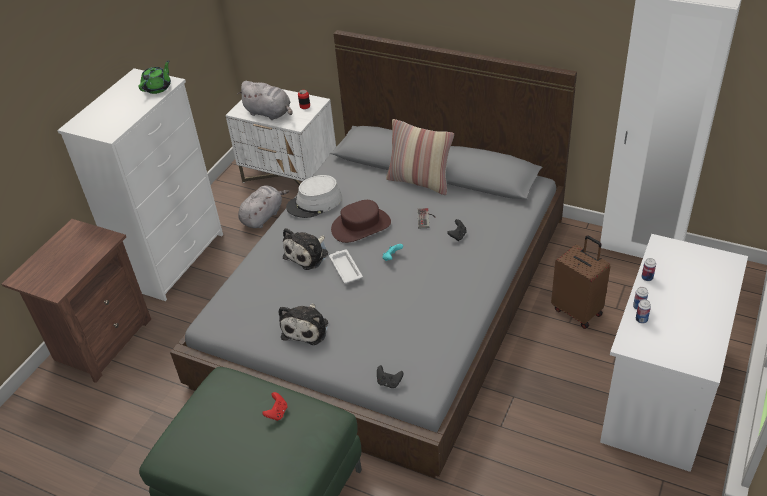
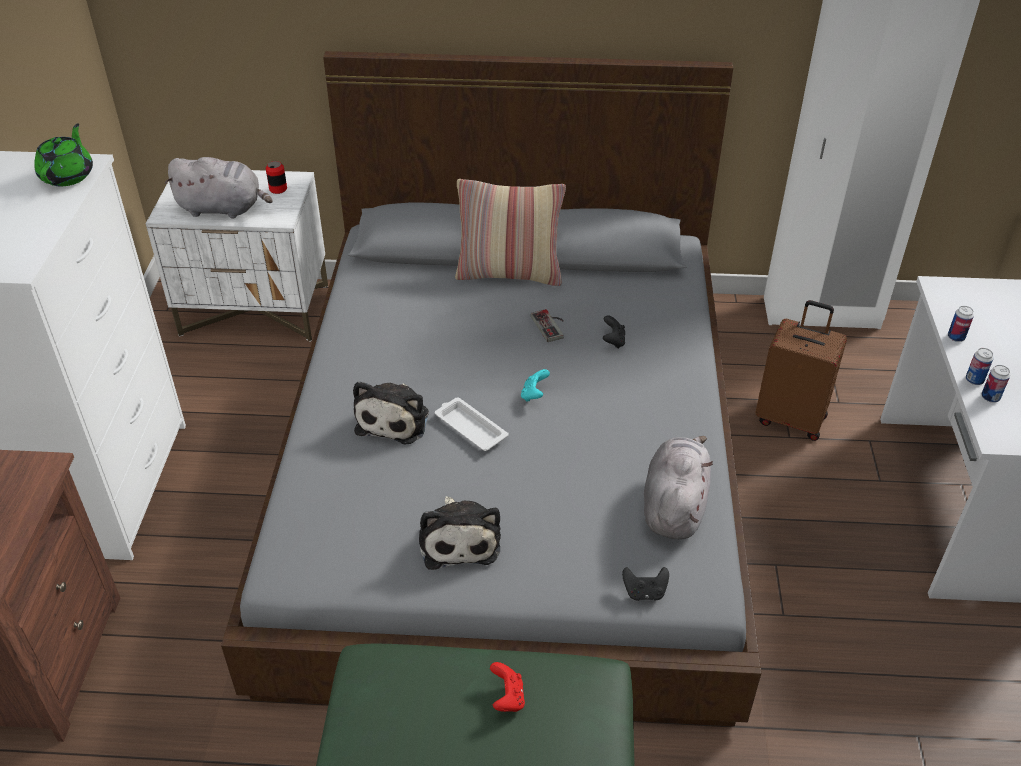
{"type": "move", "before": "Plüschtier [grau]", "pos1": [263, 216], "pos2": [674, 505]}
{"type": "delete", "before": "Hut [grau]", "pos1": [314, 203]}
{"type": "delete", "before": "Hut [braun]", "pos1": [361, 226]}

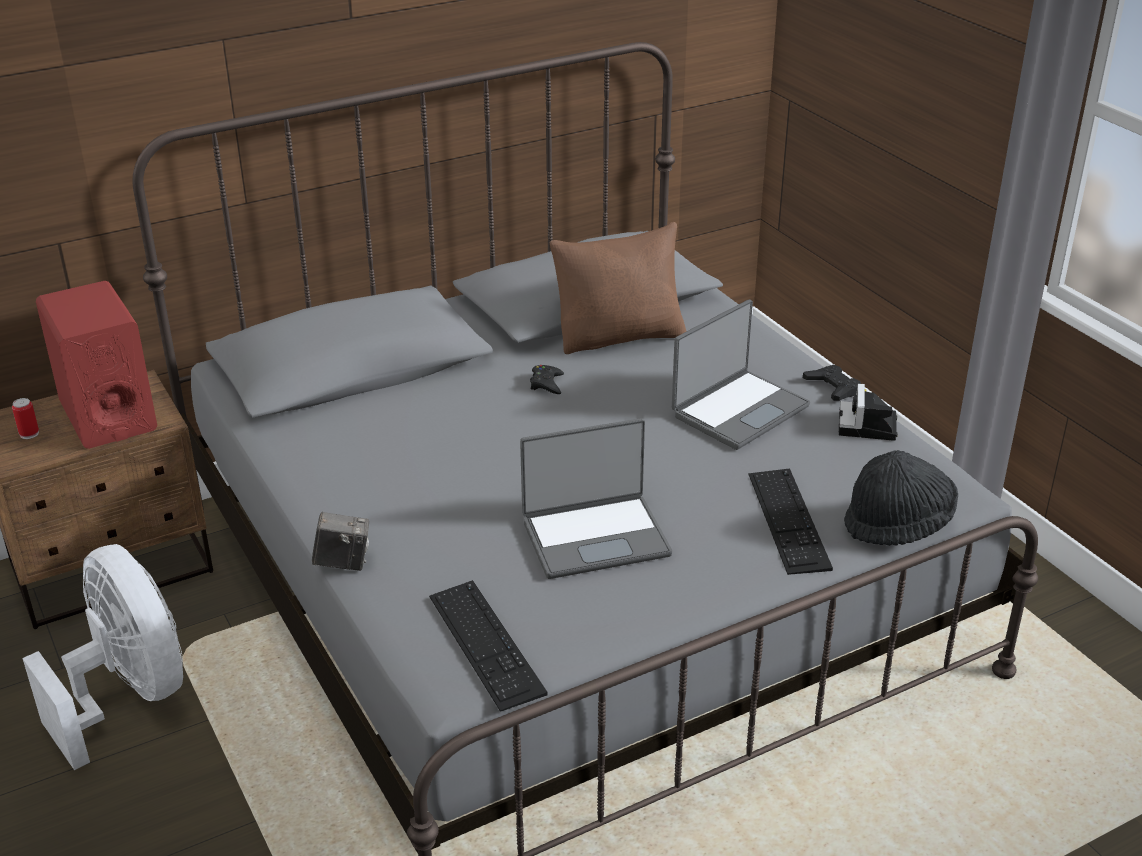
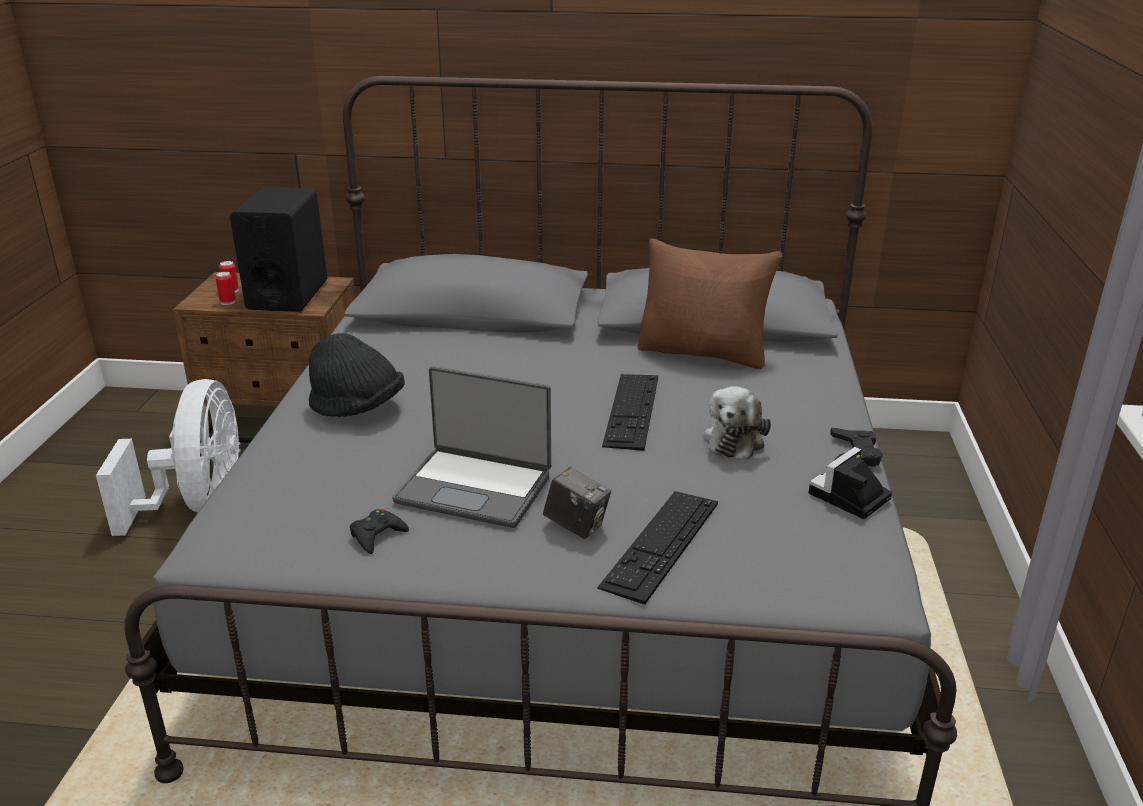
{"type": "insert", "after": "Dose", "pos2": [228, 302]}
{"type": "recolor", "before": "Lautsprecher [rot]", "after": "Lautsprecher [schwarz]", "pos1": [108, 415], "pos2": [287, 295]}
{"type": "move", "before": "Hut [schwarz]", "pos1": [898, 524], "pos2": [358, 408]}
{"type": "move", "before": "Gamepad [schwarz]", "pos1": [546, 383], "pos2": [377, 535]}
{"type": "move", "before": "Kamera", "pos1": [343, 562], "pos2": [576, 525]}
{"type": "move", "before": "Tastatur", "pos1": [485, 644], "pos2": [631, 410]}
{"type": "replace", "before": "Laptop", "after": "Plüschtier", "pos1": [738, 410], "pos2": [735, 439]}

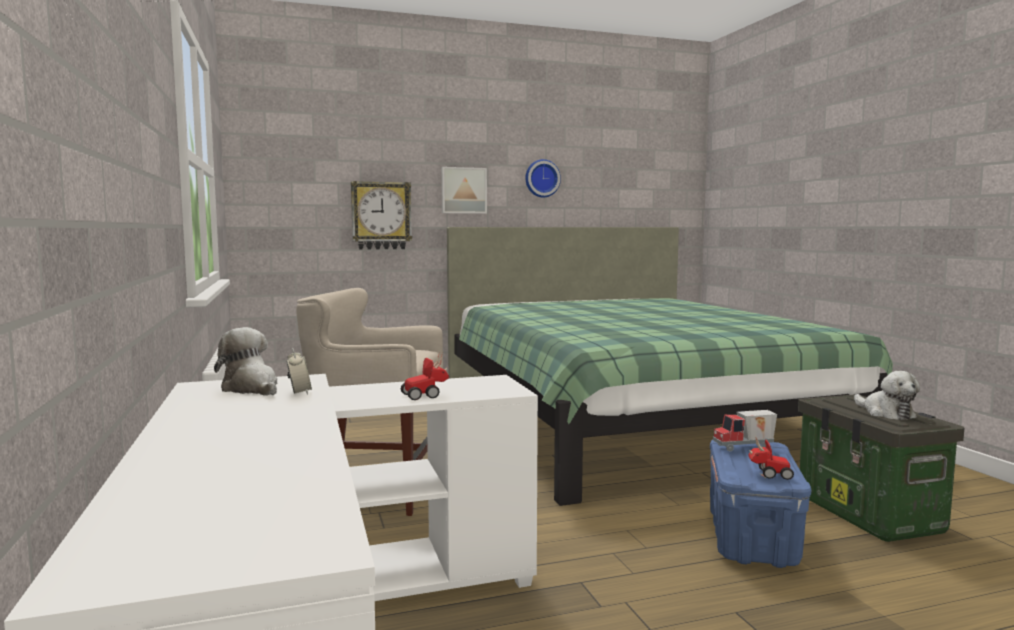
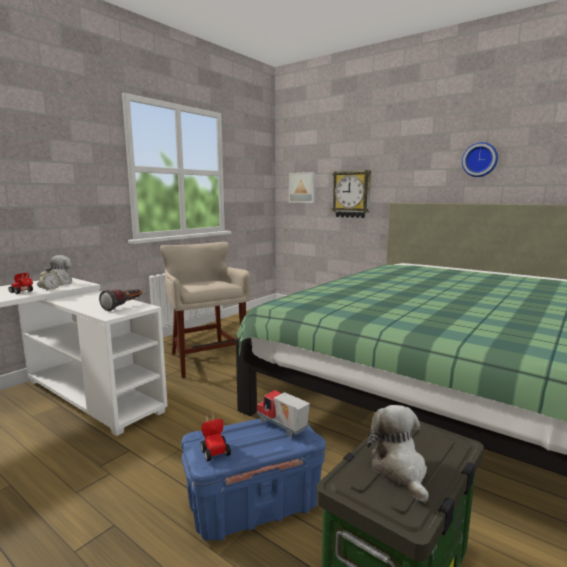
{"type": "move", "before": "Spielzeugauto", "pos1": [426, 395], "pos2": [23, 292]}
{"type": "insert", "after": "Taschenlampe", "pos2": [124, 306]}
{"type": "move", "before": "Bild", "pos1": [463, 190], "pos2": [302, 187]}
{"type": "rotate", "before": "Plüschtier", "pos1": [886, 413], "pos2": [400, 470], "turn": 135}

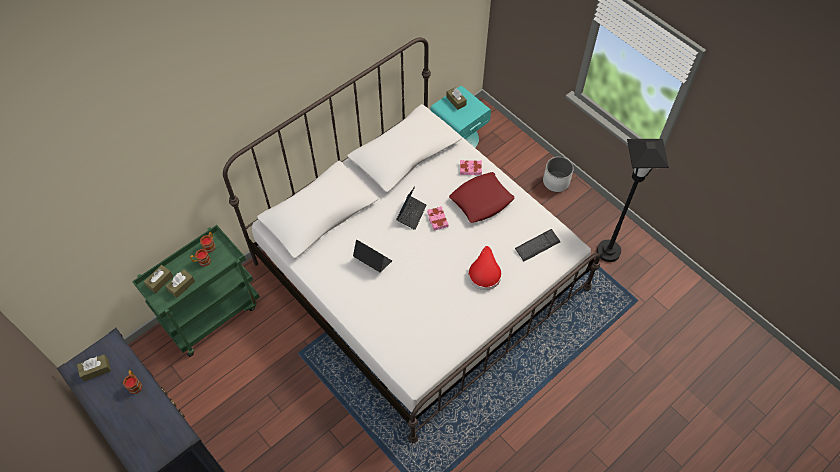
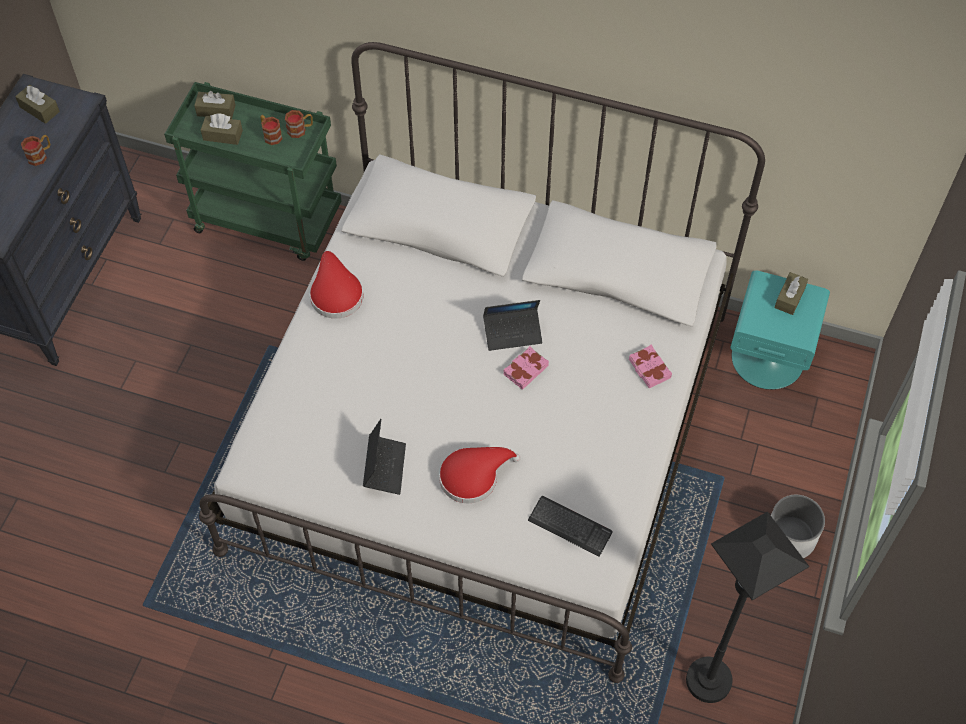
{"type": "insert", "after": "Hut [rot]", "pos2": [335, 293]}
{"type": "move", "before": "Laptop", "pos1": [372, 260], "pos2": [384, 467]}
{"type": "delete", "before": "Kissen [rot]", "pos1": [481, 200]}

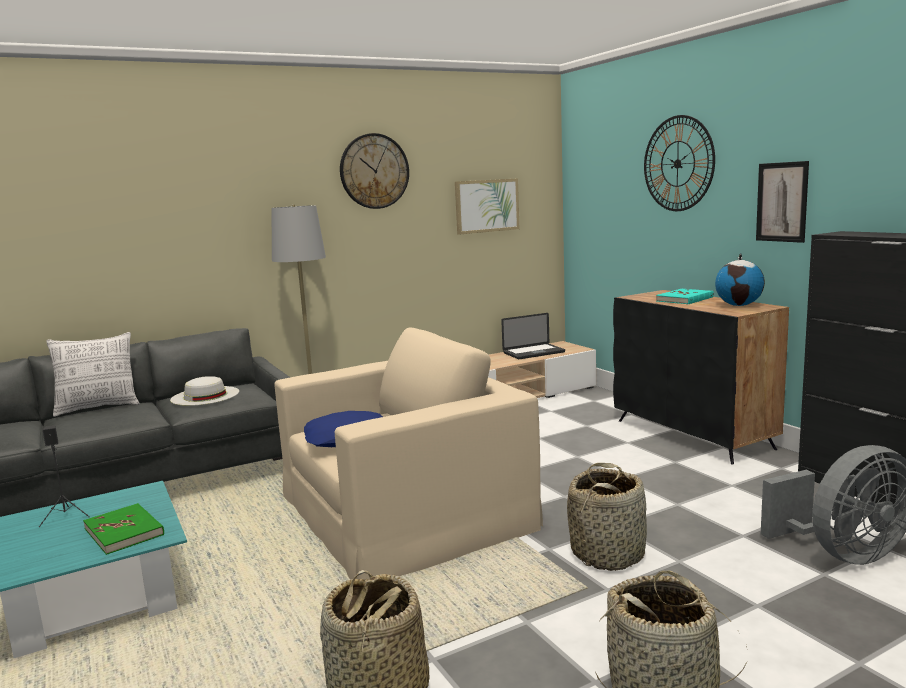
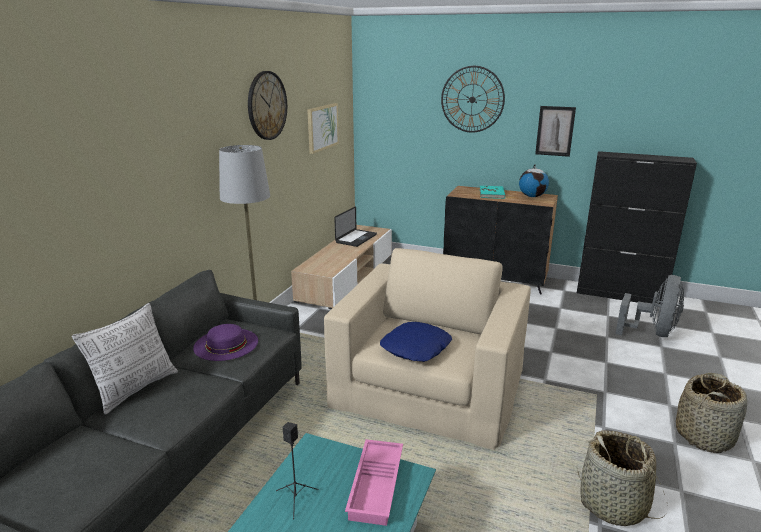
{"type": "recolor", "before": "Hut [weiß]", "after": "Hut [lila]", "pos1": [205, 395], "pos2": [226, 344]}
{"type": "replace", "before": "Buch [grün]", "after": "Tablett [rosa]", "pos1": [124, 531], "pos2": [377, 486]}
{"type": "delete", "before": "Korb", "pos1": [608, 553]}

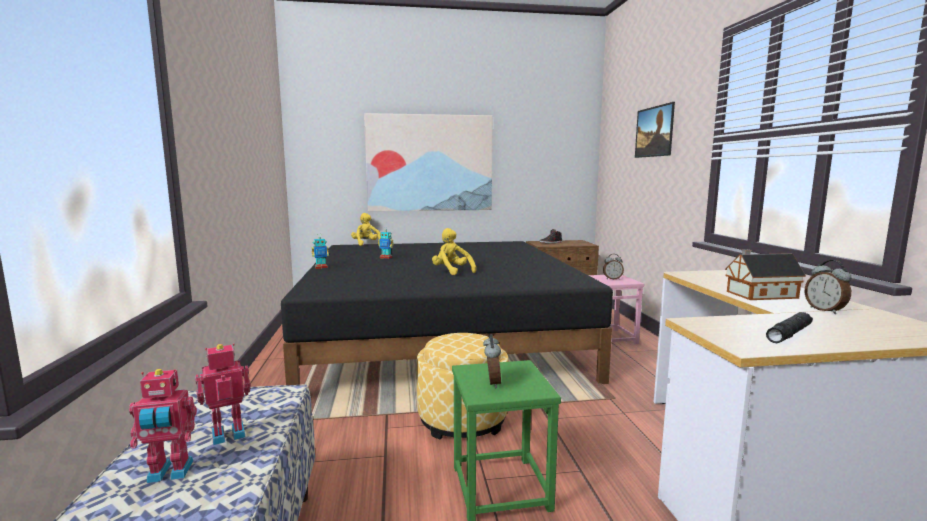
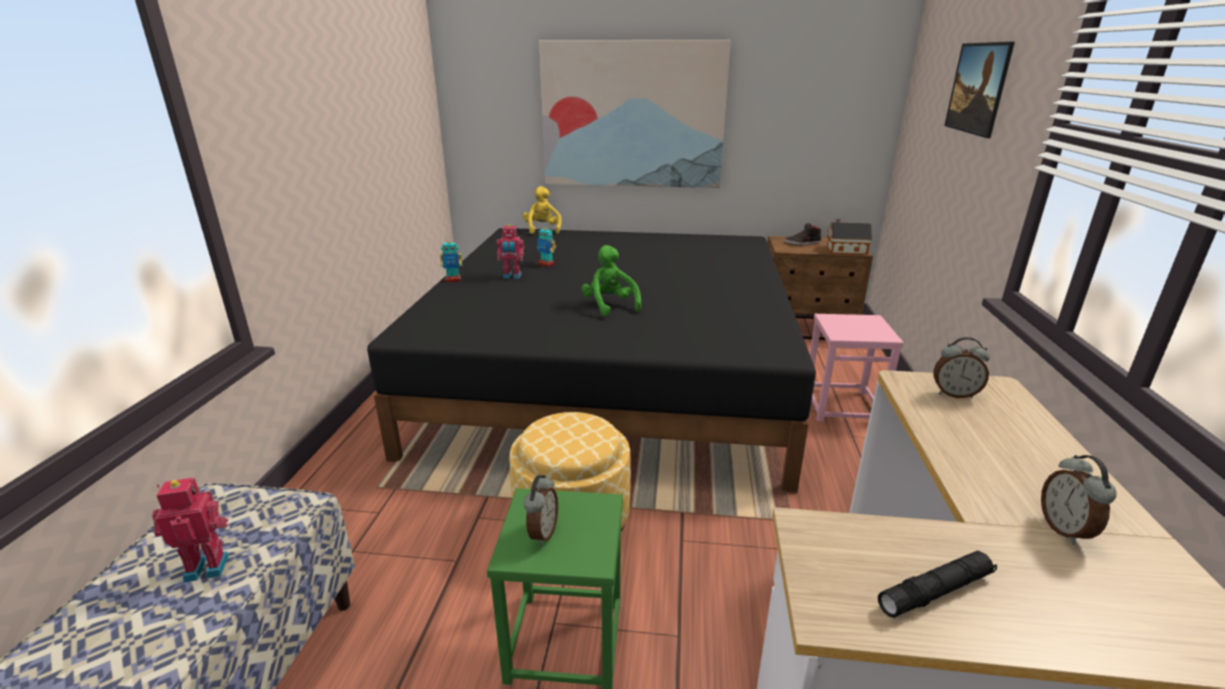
{"type": "move", "before": "Spielzeugroboter", "pos1": [169, 473], "pos2": [512, 276]}
{"type": "recolor", "before": "Plüschtier [gelb]", "after": "Plüschtier [grün]", "pos1": [452, 272], "pos2": [610, 306]}
{"type": "move", "before": "Spielzeughaus", "pos1": [758, 294], "pos2": [845, 250]}
{"type": "move", "before": "Wecker", "pos1": [612, 279], "pos2": [954, 394]}

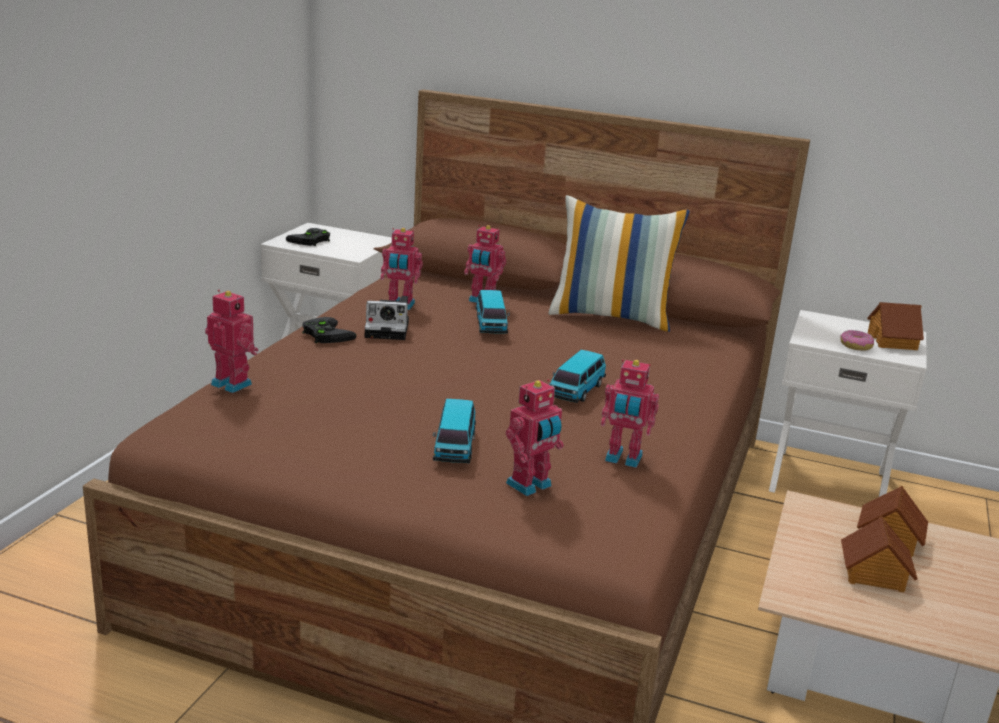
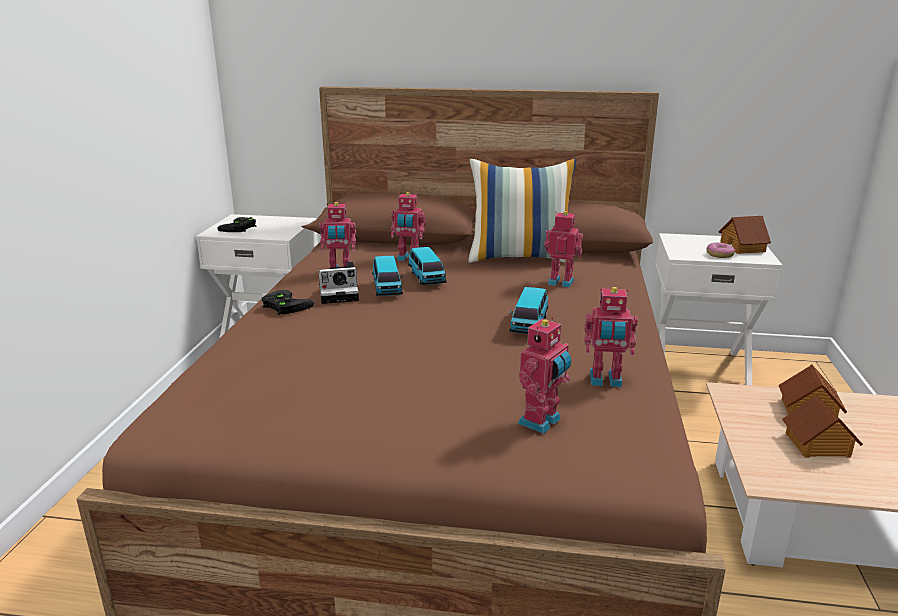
{"type": "move", "before": "Spielzeugauto", "pos1": [454, 447], "pos2": [387, 288]}
{"type": "move", "before": "Spielzeugroboter", "pos1": [233, 383], "pos2": [561, 281]}

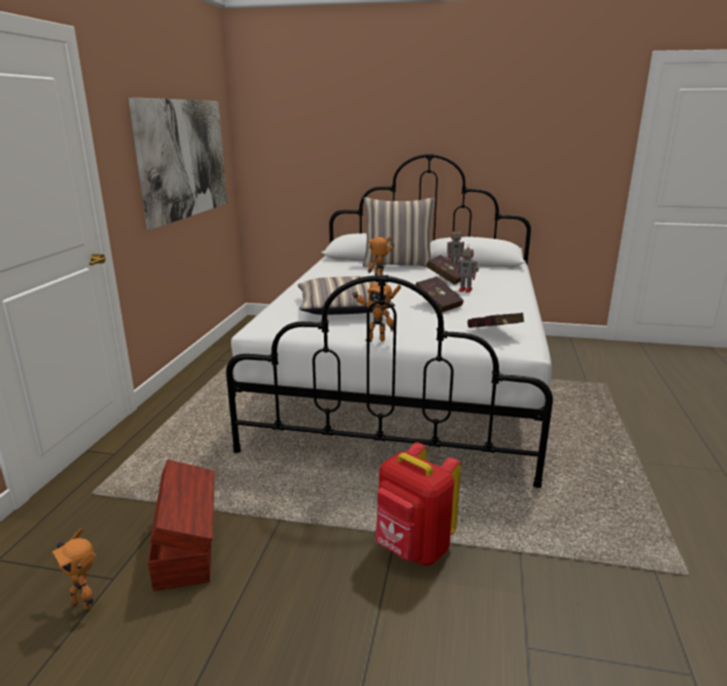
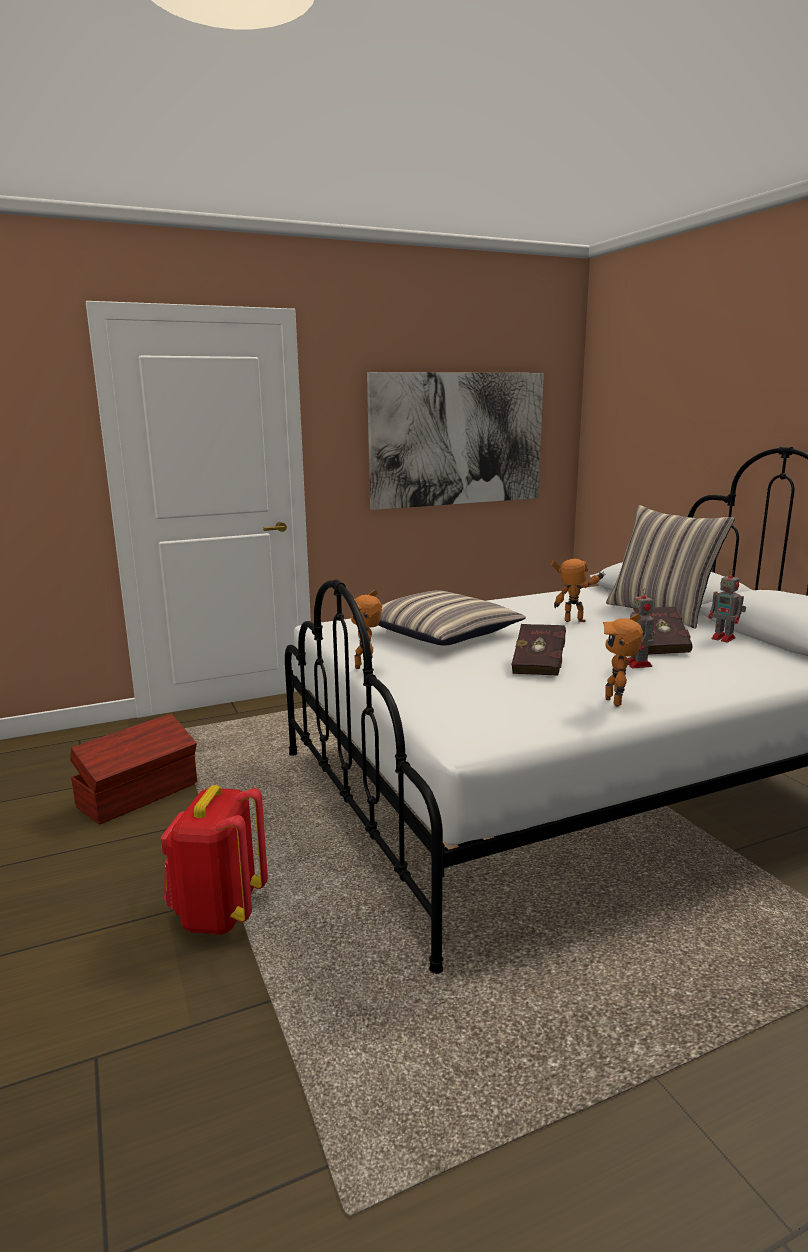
{"type": "move", "before": "Spielzeugroboter", "pos1": [84, 602], "pos2": [616, 701]}
{"type": "delete", "before": "Buch [rot]", "pos1": [494, 334]}

